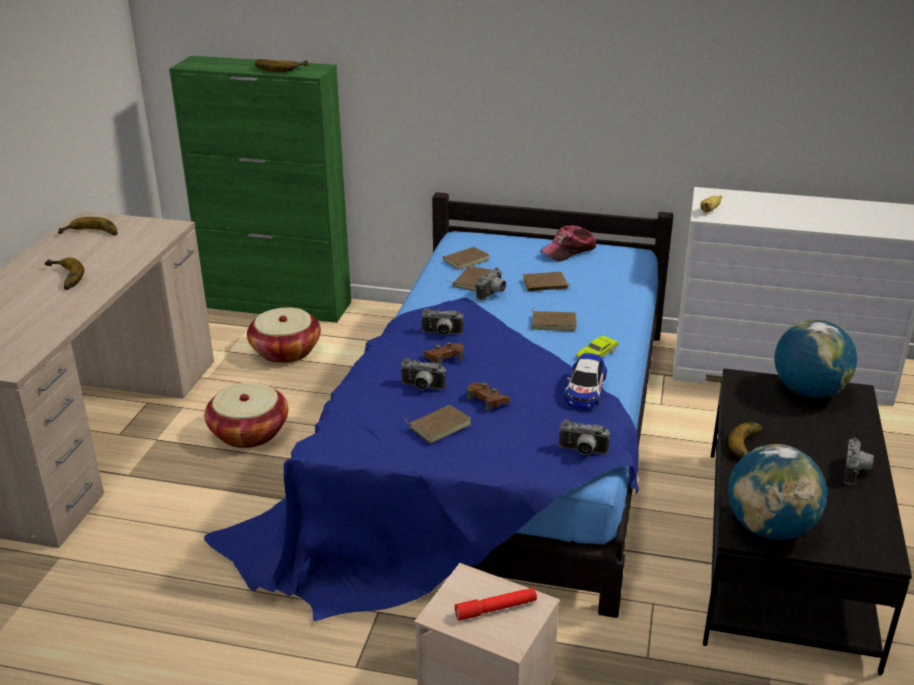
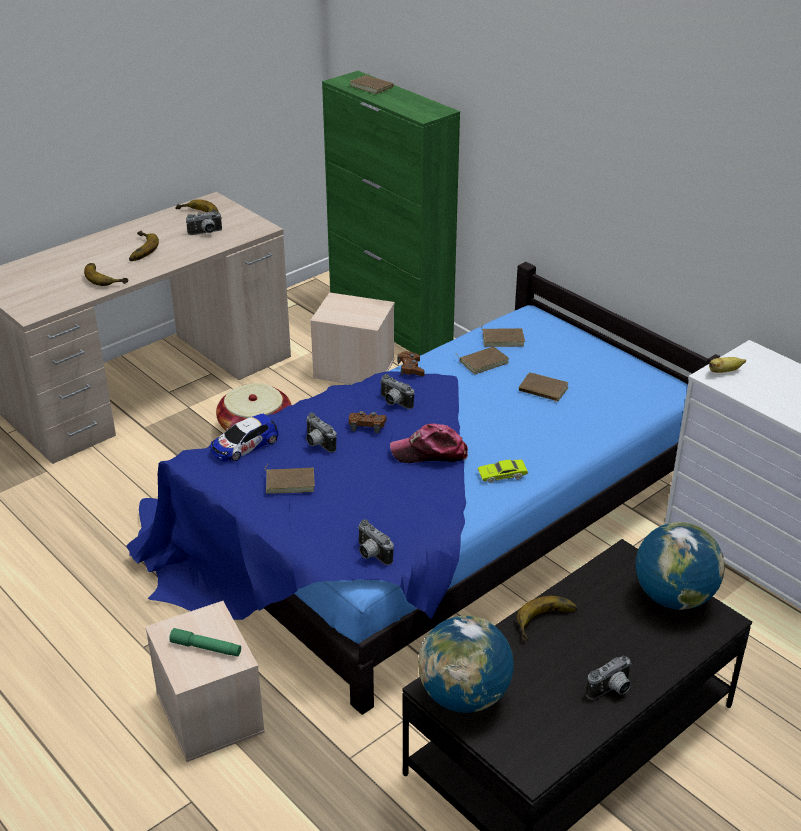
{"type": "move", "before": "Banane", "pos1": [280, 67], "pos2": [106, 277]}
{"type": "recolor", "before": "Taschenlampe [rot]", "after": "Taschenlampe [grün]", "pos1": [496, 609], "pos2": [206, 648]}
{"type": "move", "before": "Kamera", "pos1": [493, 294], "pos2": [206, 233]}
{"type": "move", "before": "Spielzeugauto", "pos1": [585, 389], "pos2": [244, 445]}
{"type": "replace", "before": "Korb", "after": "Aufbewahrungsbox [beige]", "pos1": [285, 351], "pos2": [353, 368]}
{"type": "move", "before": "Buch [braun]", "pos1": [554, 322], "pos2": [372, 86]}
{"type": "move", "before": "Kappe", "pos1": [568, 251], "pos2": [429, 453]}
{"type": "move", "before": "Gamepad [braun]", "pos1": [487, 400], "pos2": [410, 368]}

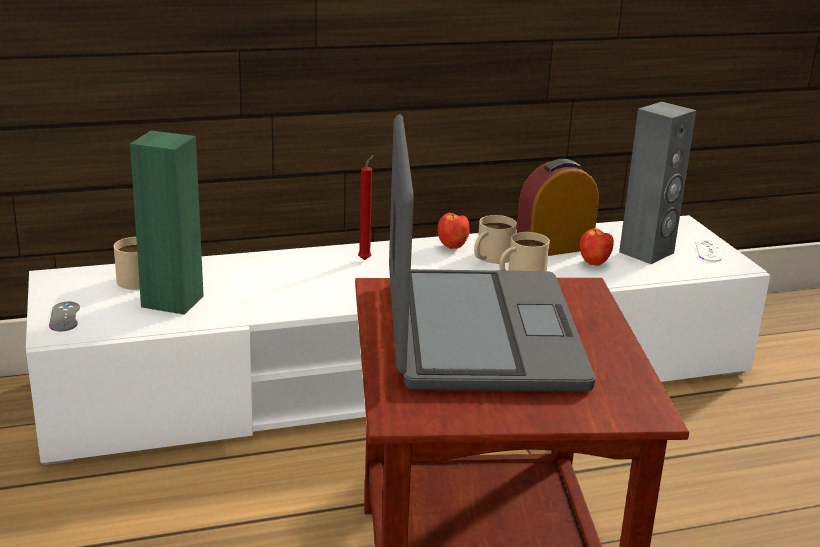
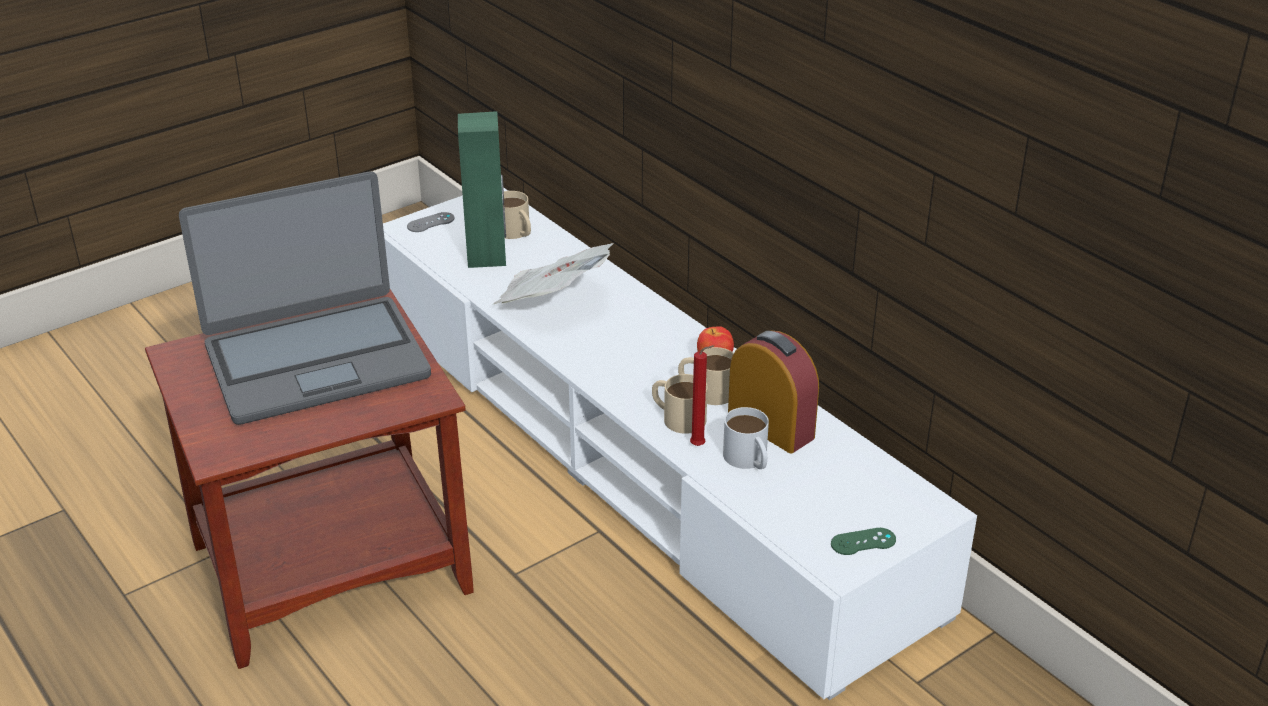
{"type": "insert", "after": "Zeitung", "pos2": [553, 301]}
{"type": "move", "before": "Kerze [rot]", "pos1": [366, 259], "pos2": [700, 446]}
{"type": "replace", "before": "Apfel", "after": "Henkelbecher [weiß]", "pos1": [594, 264], "pos2": [749, 460]}
{"type": "recolor", "before": "Gamepad [weiß]", "after": "Gamepad [grün]", "pos1": [708, 251], "pos2": [863, 542]}
{"type": "delete", "before": "Lautsprecher [grau]", "pos1": [647, 253]}

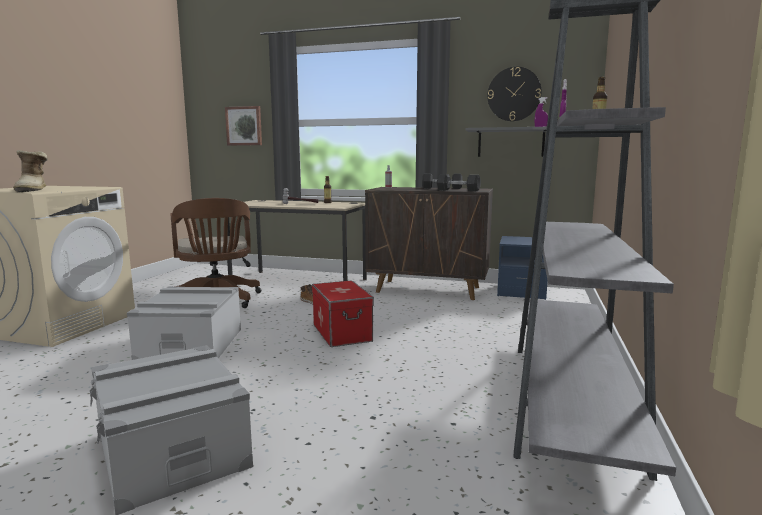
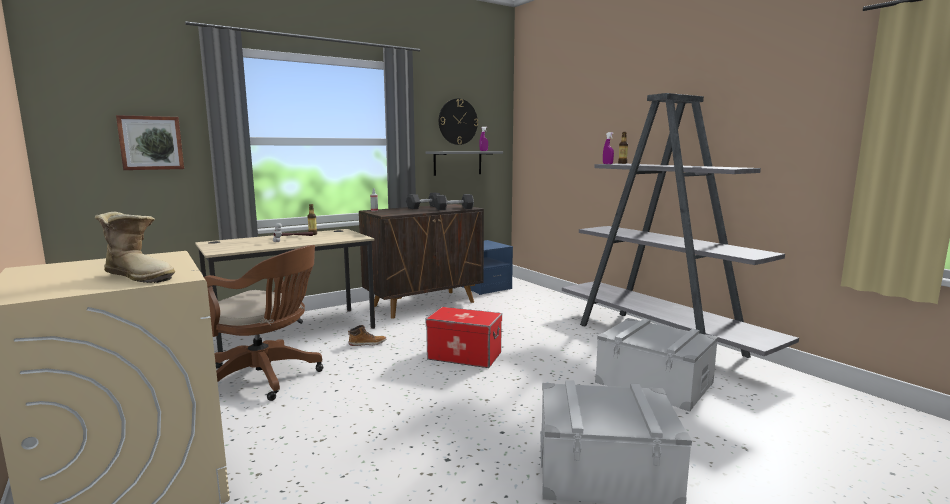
{"type": "move", "before": "Aufbewahrungsbox [grau]", "pos1": [191, 345], "pos2": [654, 382]}

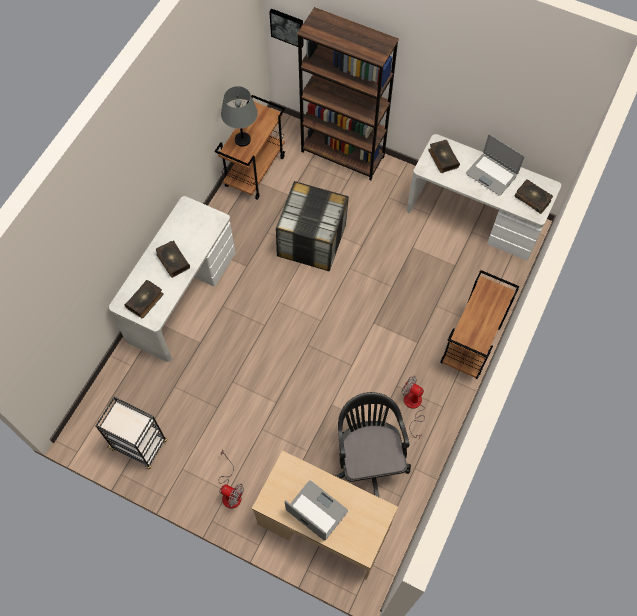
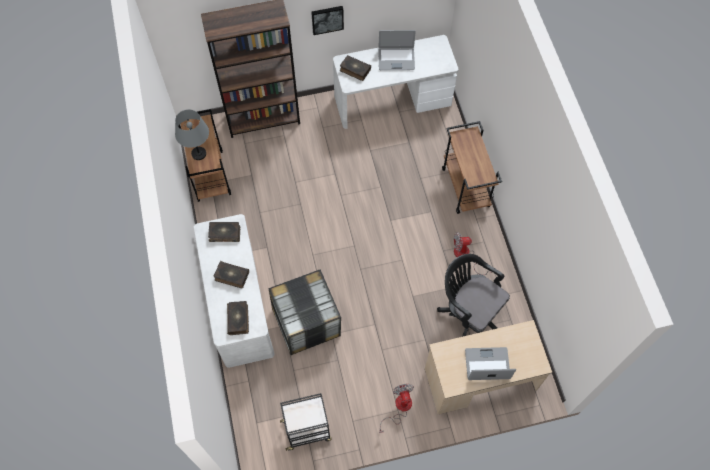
{"type": "move", "before": "Buch", "pos1": [532, 199], "pos2": [225, 233]}
{"type": "move", "before": "Aufbewahrungsbox", "pos1": [312, 241], "pos2": [307, 322]}
{"type": "move", "before": "Bild", "pos1": [287, 27], "pos2": [327, 19]}
{"type": "rotate", "before": "Ventilator", "pos1": [230, 491], "pos2": [399, 408], "turn": -90}

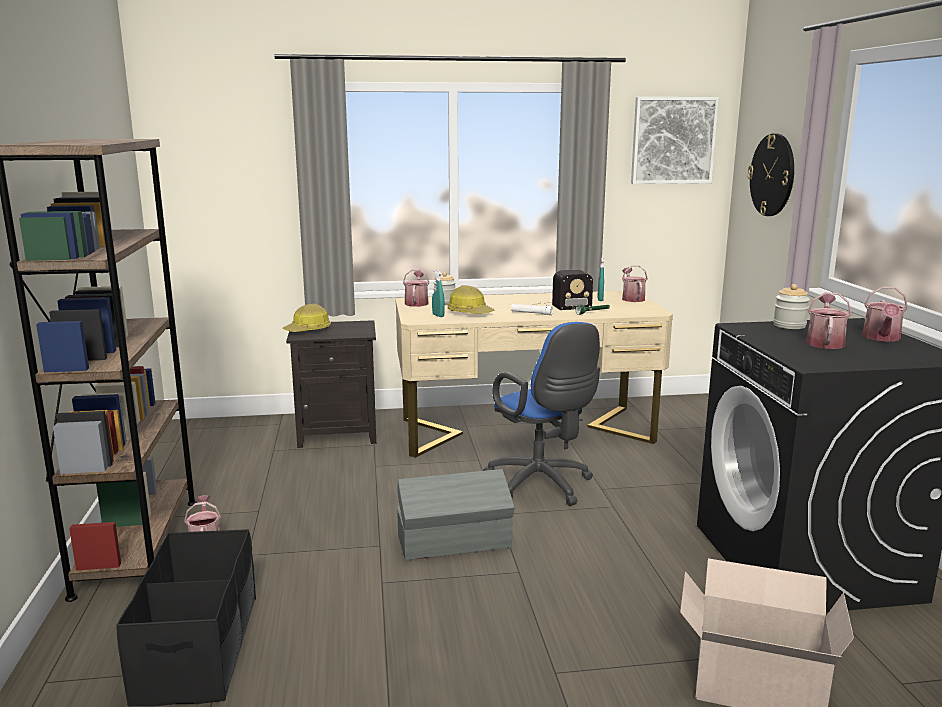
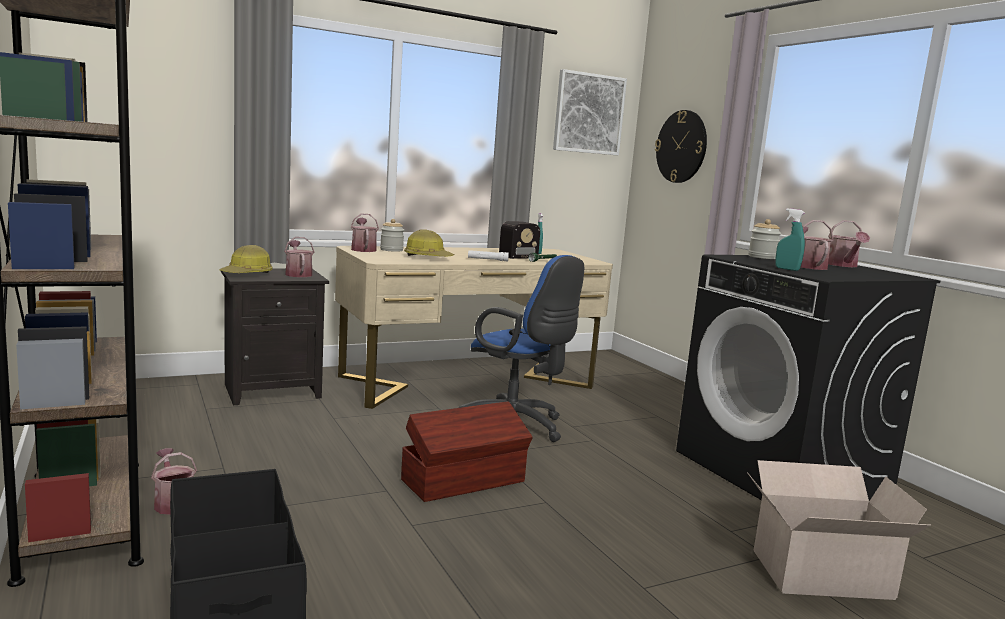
{"type": "move", "before": "Gießkanne", "pos1": [632, 298], "pos2": [298, 274]}
{"type": "recolor", "before": "Aufbewahrungsbox [grau]", "after": "Aufbewahrungsbox [braun]", "pos1": [455, 542], "pos2": [465, 481]}
{"type": "move", "before": "Sprühflasche [türkis]", "pos1": [438, 315], "pos2": [787, 269]}

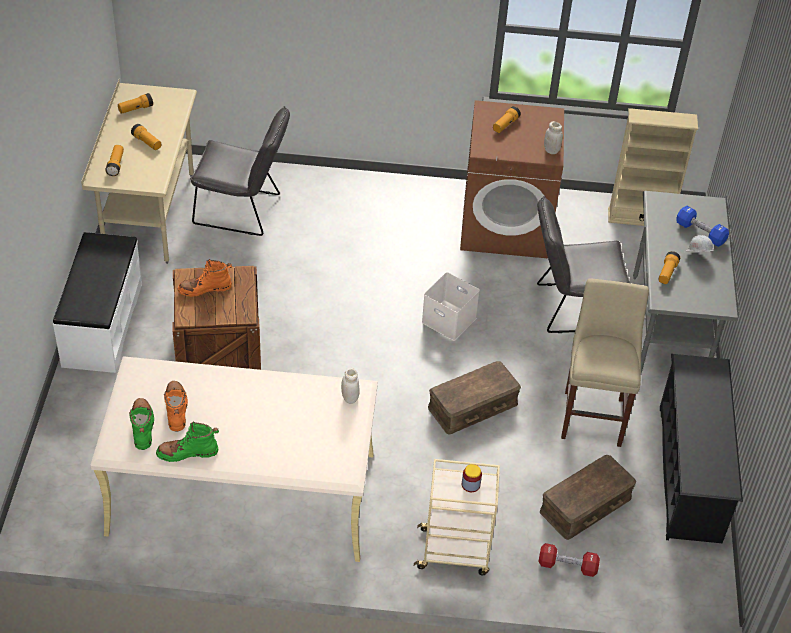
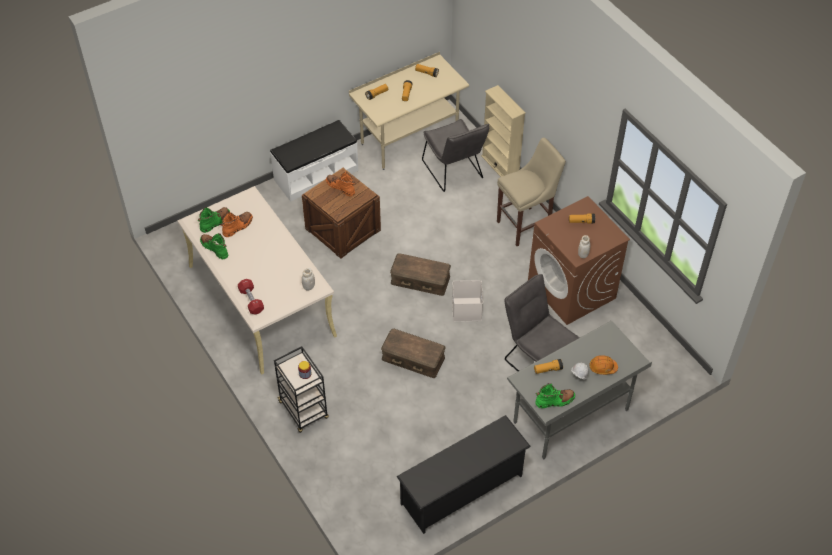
{"type": "move", "before": "Hantel [rot]", "pos1": [567, 566], "pos2": [251, 301]}
{"type": "recolor", "before": "Rollwagen [beige]", "after": "Rollwagen [schwarz]", "pos1": [455, 552], "pos2": [304, 411]}
{"type": "move", "before": "Aufbewahrungsbox [braun]", "pos1": [586, 505], "pos2": [420, 280]}
{"type": "move", "before": "Bücherregal [beige]", "pos1": [640, 218], "pos2": [500, 166]}
{"type": "move", "before": "Hocker [beige]", "pos1": [593, 415], "pos2": [526, 225]}
{"type": "insert", "after": "Stiefel [grün]", "pos2": [555, 401]}
{"type": "replace", "before": "Hantel [blau]", "after": "Schutzhelm [orange]", "pos1": [700, 233], "pos2": [602, 367]}

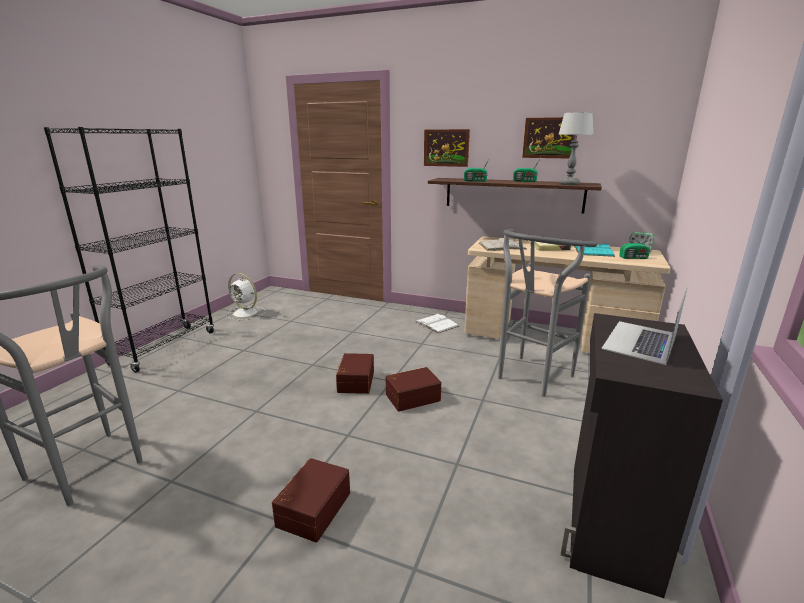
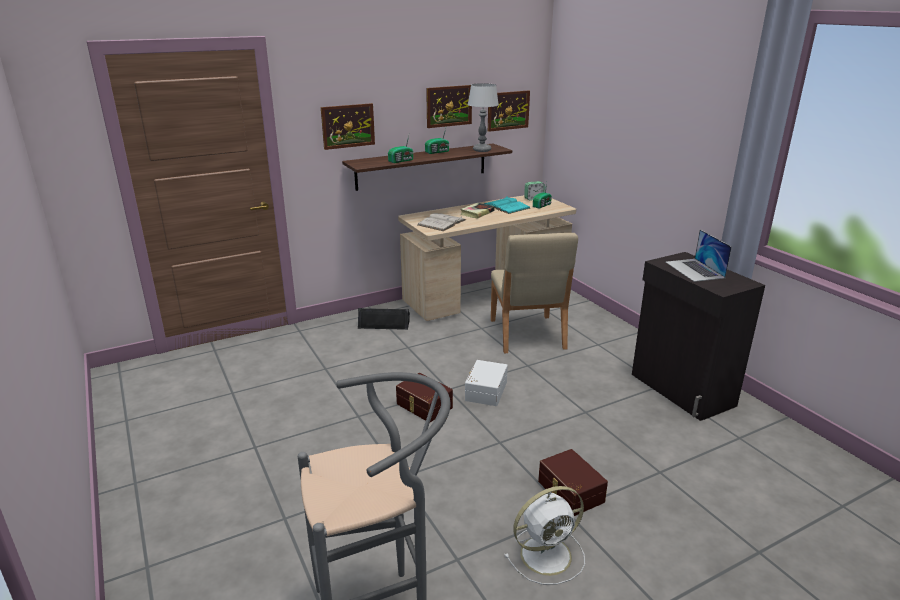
{"type": "replace", "before": "Buch [weiß]", "after": "Lautsprecher [schwarz]", "pos1": [436, 324], "pos2": [384, 323]}
{"type": "recolor", "before": "Aufbewahrungsbox [braun]", "after": "Aufbewahrungsbox [weiß]", "pos1": [412, 397], "pos2": [485, 391]}
{"type": "insert", "after": "Bild", "pos2": [508, 110]}
{"type": "replace", "before": "Hocker [grau]", "after": "Stuhl [beige]", "pos1": [530, 379], "pos2": [527, 334]}
{"type": "move", "before": "Ventilator [weiß]", "pos1": [246, 313], "pos2": [548, 554]}
{"type": "delete", "before": "Bücherregal [schwarz]", "pos1": [164, 348]}

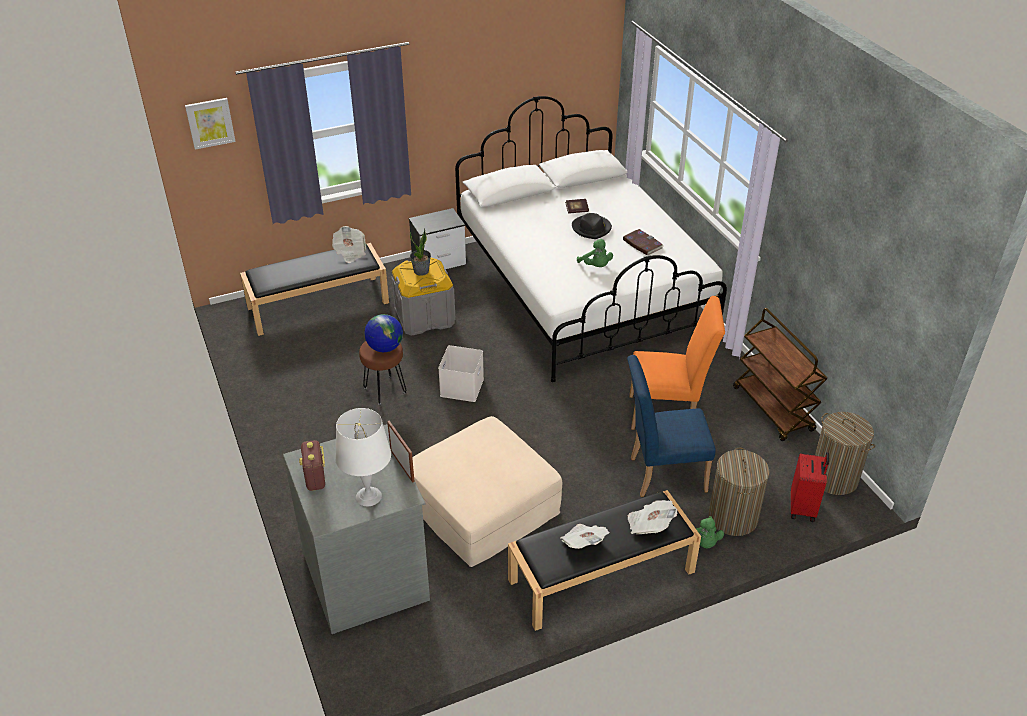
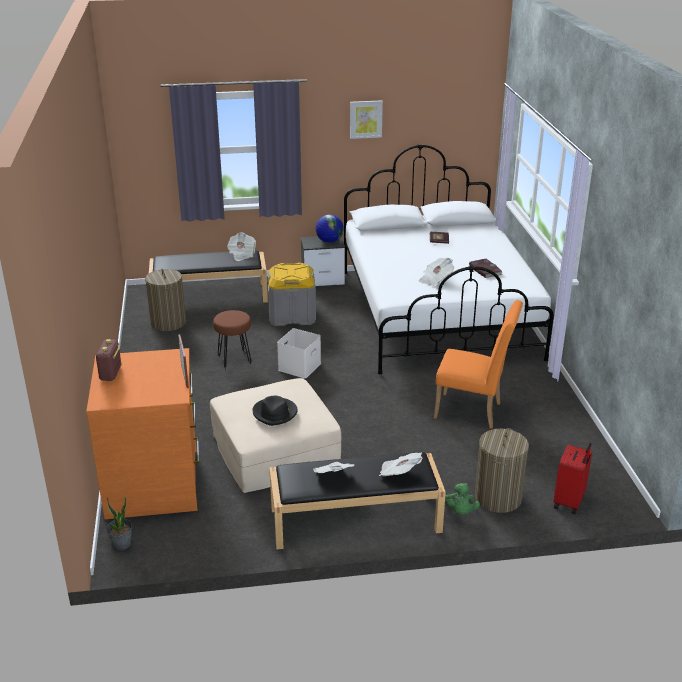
{"type": "recolor", "before": "Kommode [grau]", "after": "Kommode [orange]", "pos1": [367, 575], "pos2": [154, 483]}
{"type": "move", "before": "Topfpflanze", "pos1": [421, 271], "pos2": [121, 544]}
{"type": "move", "before": "Wäschekorb", "pos1": [834, 478], "pos2": [168, 323]}
{"type": "move", "before": "Hut [schwarz]", "pos1": [591, 228], "pos2": [275, 413]}
{"type": "move", "before": "Globus", "pos1": [385, 348], "pos2": [329, 241]}
{"type": "move", "before": "Bild", "pos1": [210, 123], "pos2": [366, 119]}
{"type": "replace", "before": "Plüschtier [grün]", "after": "Zeitung", "pos1": [596, 266], "pos2": [435, 280]}
{"type": "delete", "before": "Tischlampe [weiß]", "pos1": [369, 496]}
{"type": "delete", "before": "Stuhl [blau]", "pos1": [661, 474]}
{"type": "delete", "before": "Rollwagen [braun]", "pos1": [773, 409]}

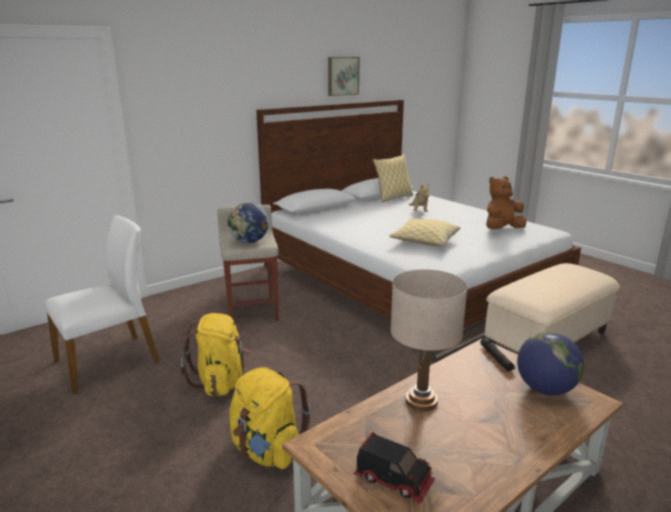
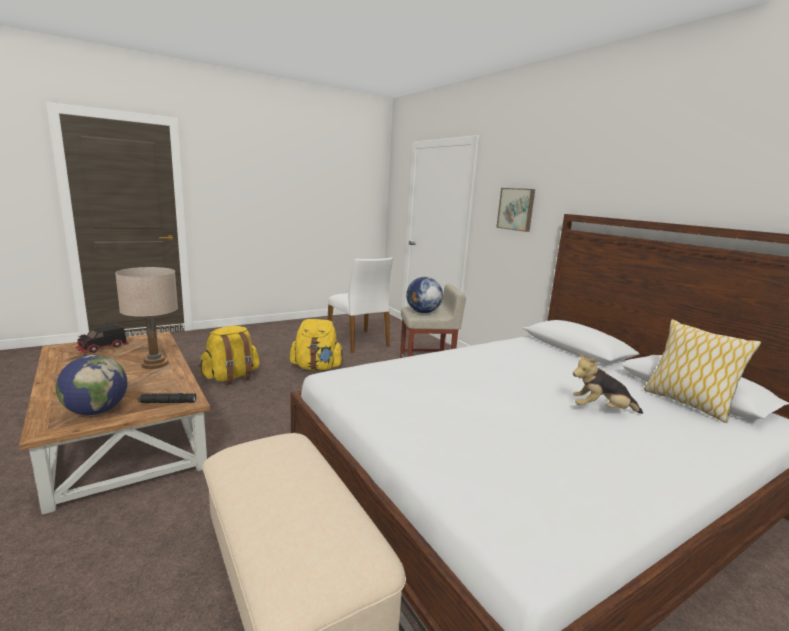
{"type": "move", "before": "Bild", "pos1": [342, 76], "pos2": [516, 209]}
{"type": "delete", "before": "Kissen", "pos1": [424, 240]}
{"type": "delete", "before": "Plüschtier [braun]", "pos1": [502, 229]}

